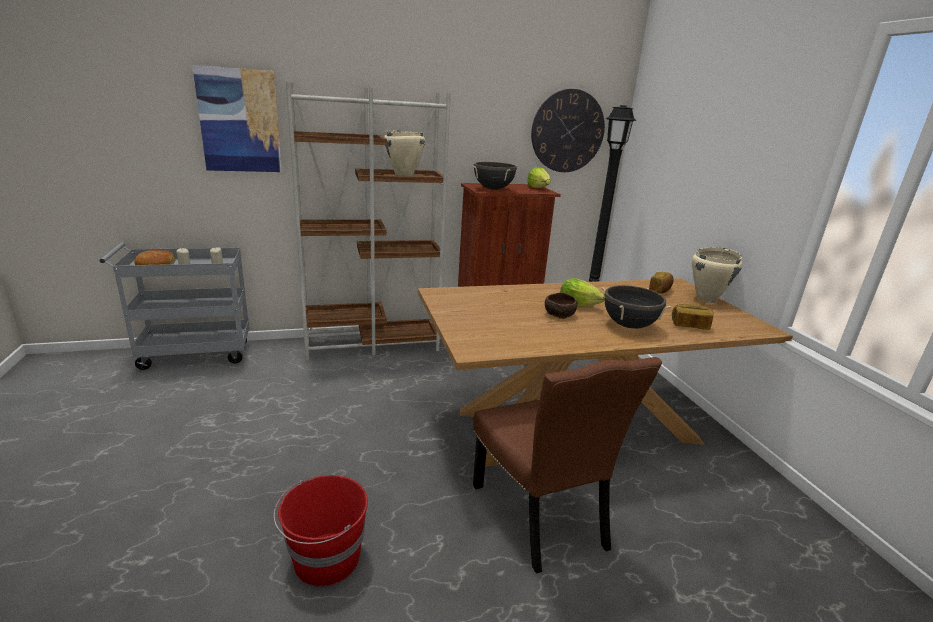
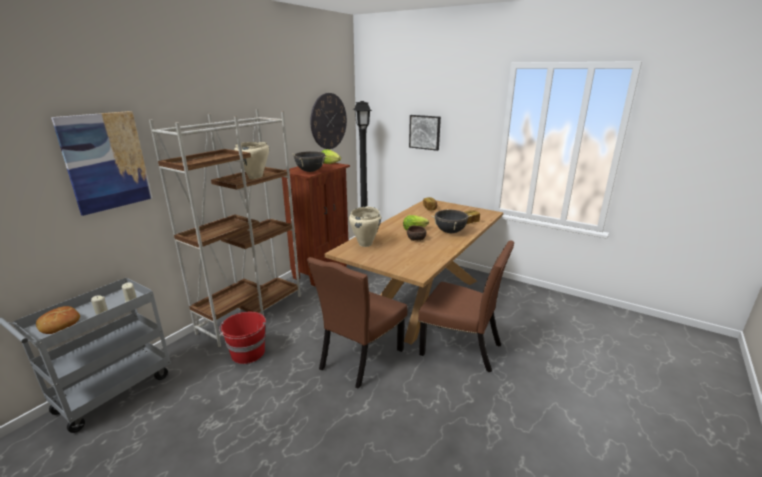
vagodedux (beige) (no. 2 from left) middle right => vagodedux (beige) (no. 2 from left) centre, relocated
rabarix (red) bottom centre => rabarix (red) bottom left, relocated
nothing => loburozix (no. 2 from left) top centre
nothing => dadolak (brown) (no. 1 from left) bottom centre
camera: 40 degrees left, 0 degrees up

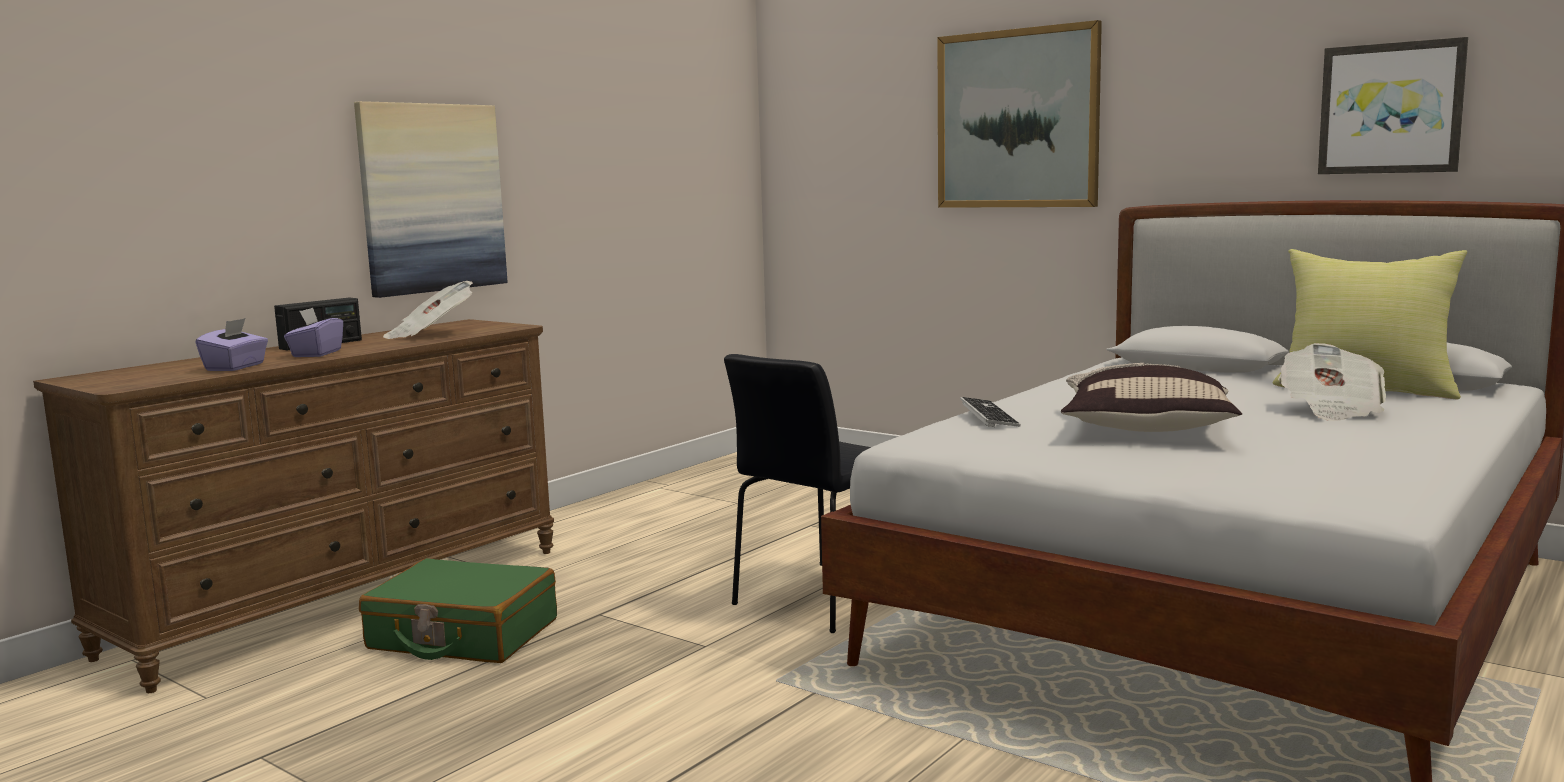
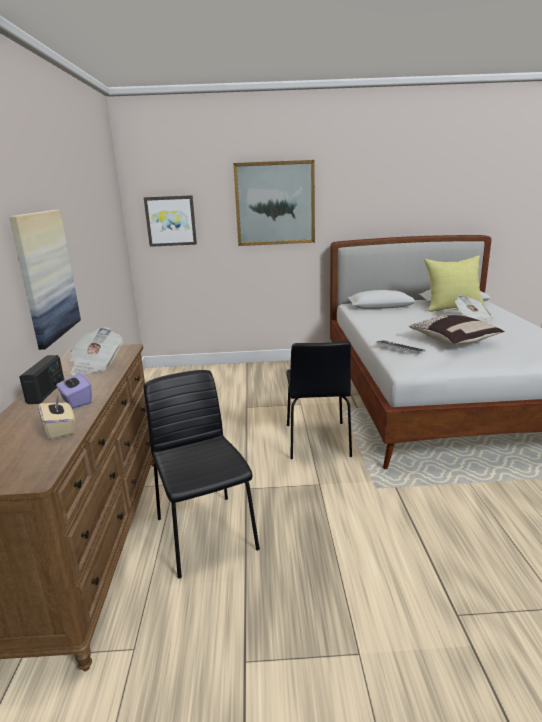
loburozix (no. 3 from left in the first image) top right => loburozix (no. 2 from left) top left, relocated
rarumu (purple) (no. 1 from left) middle left => rarumu (beige) middle left
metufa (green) bottom left => dadolak (black) (no. 1 from left) centre
camera: 40 degrees left, 10 degrees up

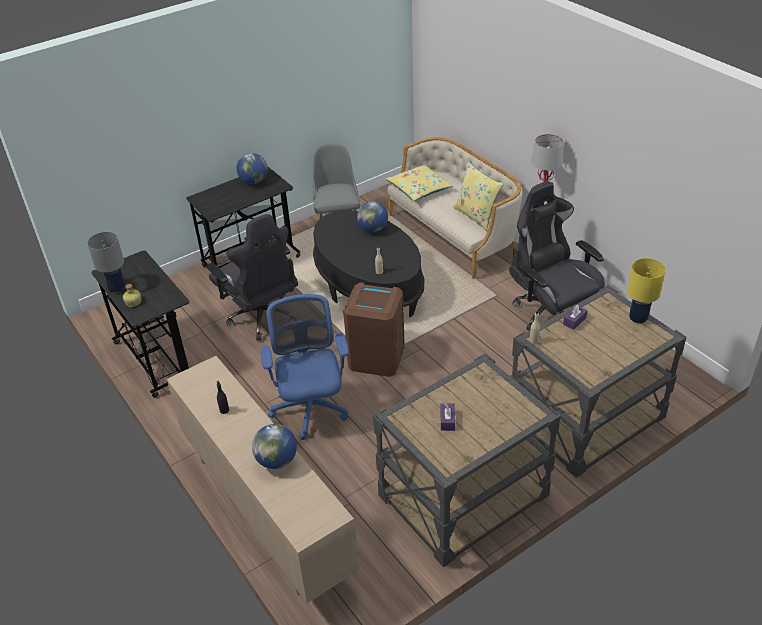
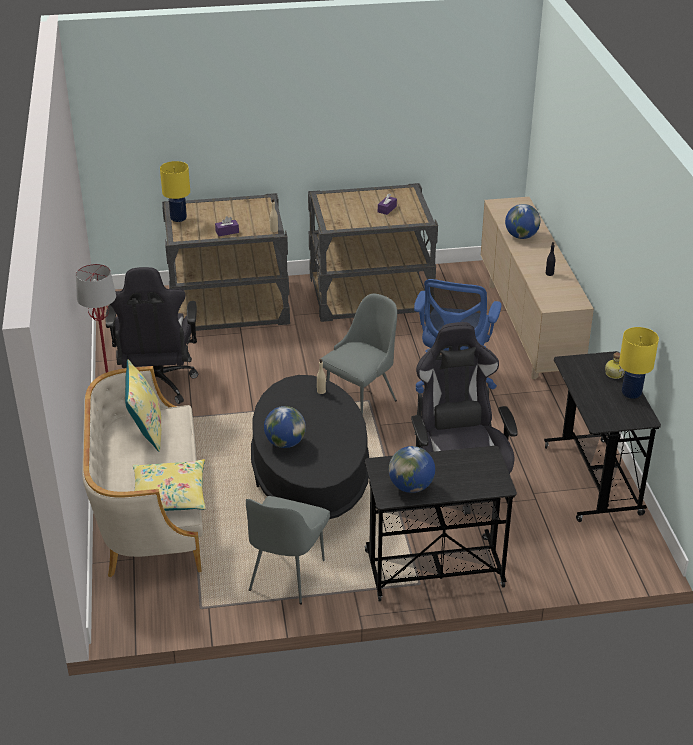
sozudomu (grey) middle left => sozudomu (yellow) (no. 2 from left) middle right
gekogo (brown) centre => dadolak (grey) (no. 2 from left) centre
camera: 155 degrees left, 5 degrees down

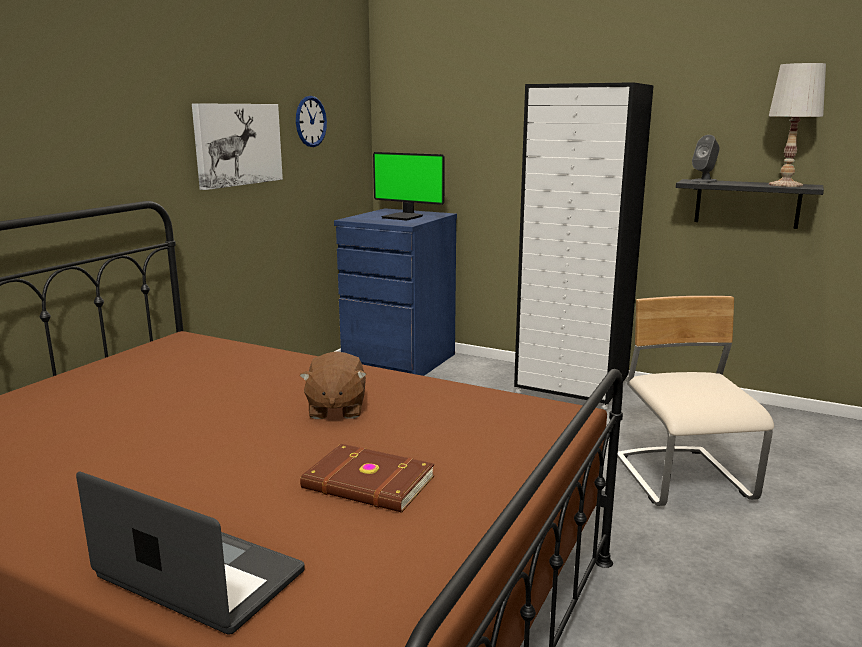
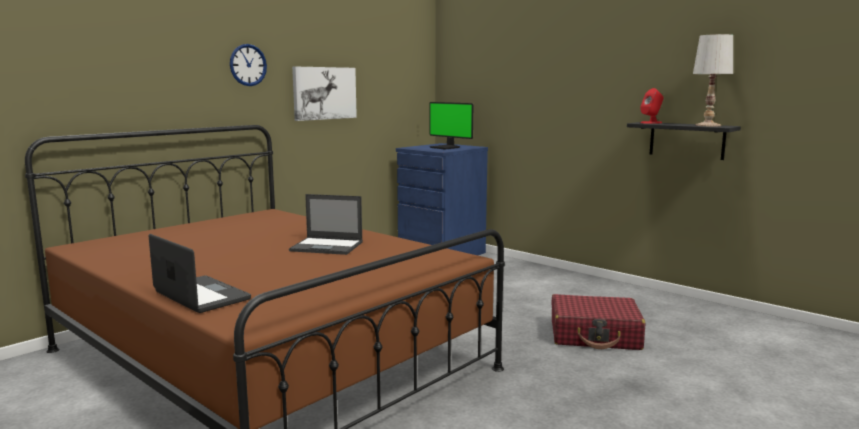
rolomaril middle right => nothing
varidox top centre => varidox top left, relocated
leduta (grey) top right => leduta (red) top right
dadolak (beige) middle right => metufa (red) bottom right
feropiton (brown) centre => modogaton (no. 2 from left) centre
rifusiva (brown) bottom centre => nothing
camera: 15 degrees right, 5 degrees down

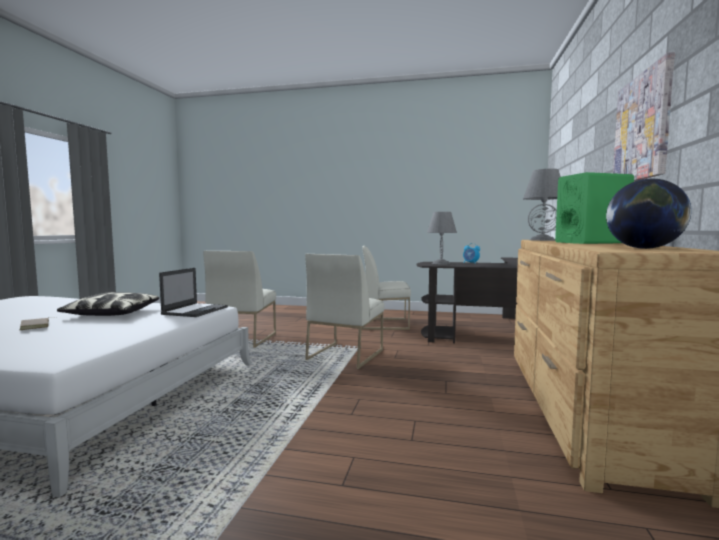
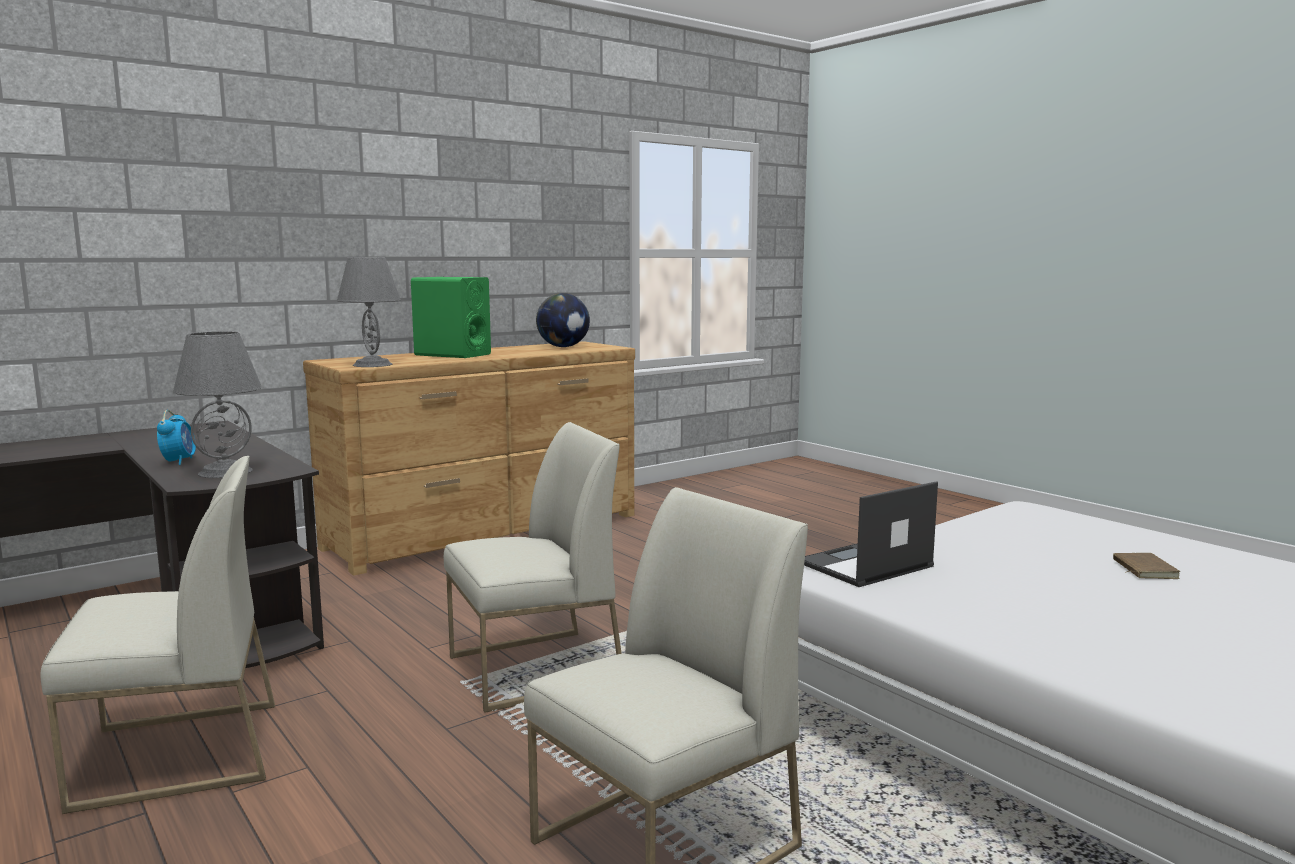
loburozix top right => nothing
dadolak (white) (no. 3 from left in the first image) centre => dadolak (white) (no. 1 from left) bottom left, 60 degrees counterclockwise
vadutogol middle left => nothing
camera: 140 degrees left, 5 degrees up

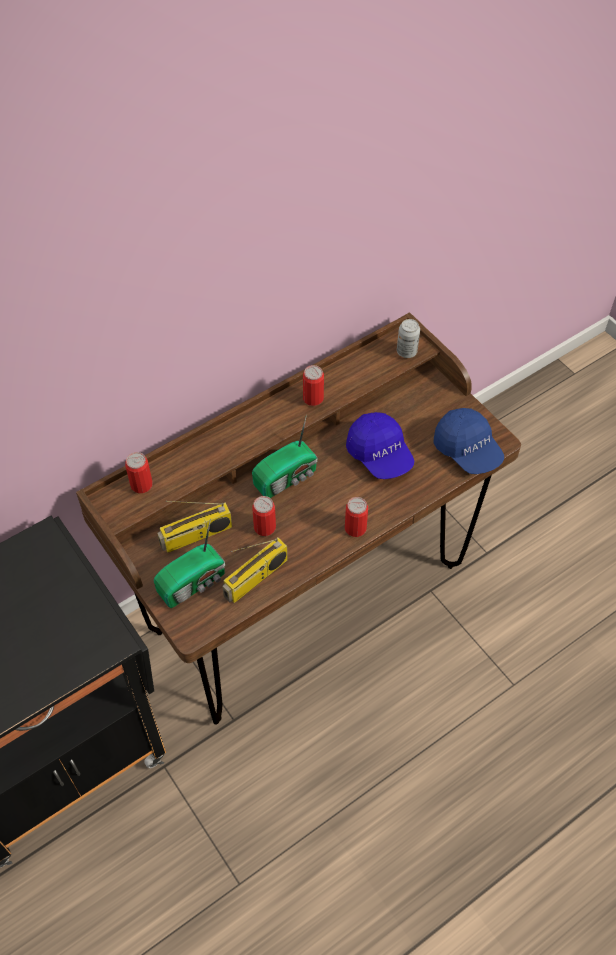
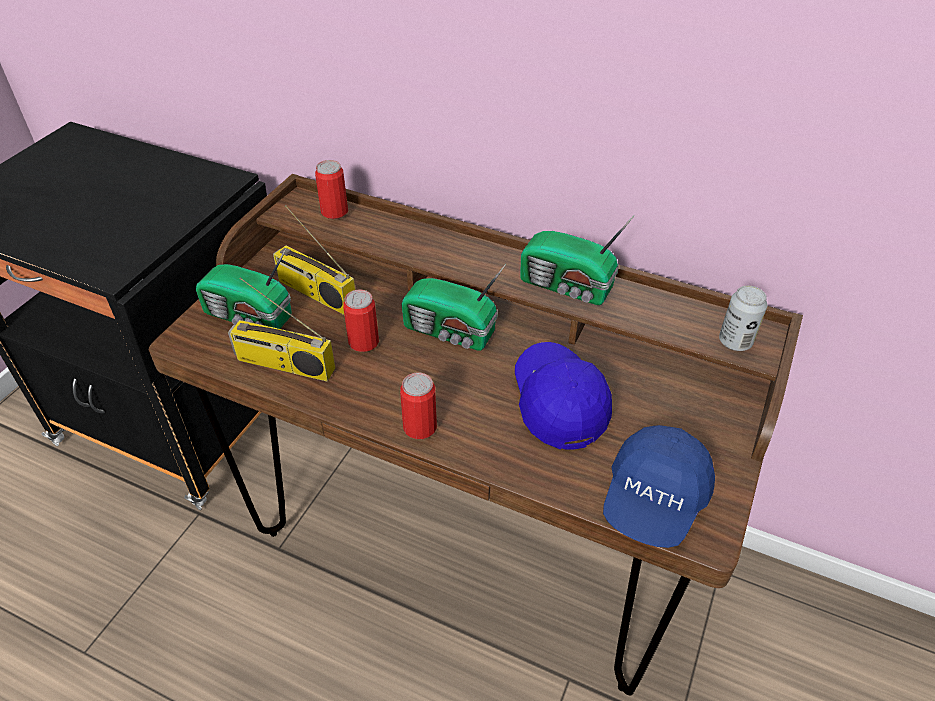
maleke (no. 3 from left) centre => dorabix (no. 5 from left) centre
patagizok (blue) (no. 1 from left) centre, 135 degrees clockwise
camera: 60 degrees right, 10 degrees down

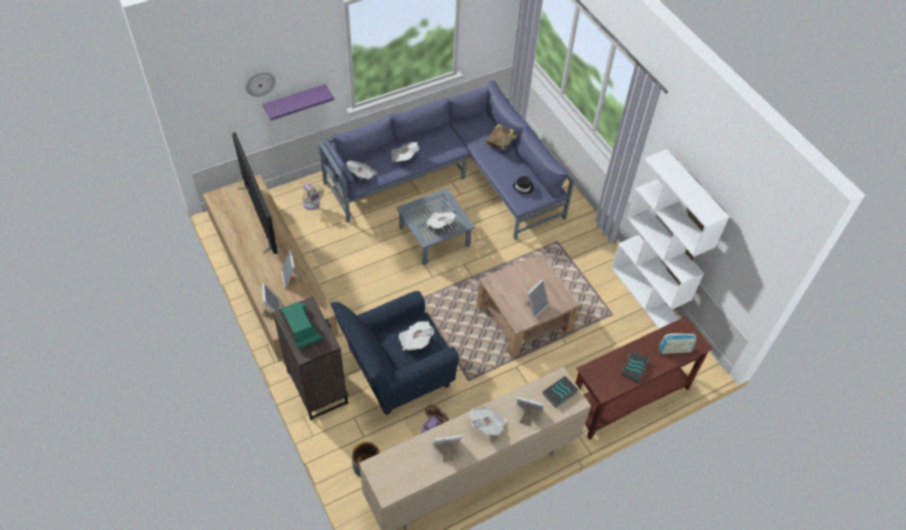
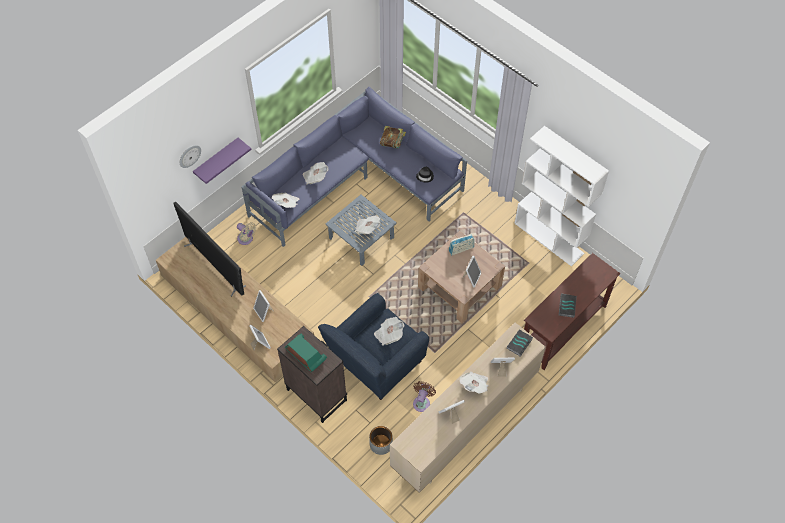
dorabix (no. 2 from left) middle right => dorabix (no. 2 from left) centre, relocated
camera: 15 degrees left, 5 degrees up

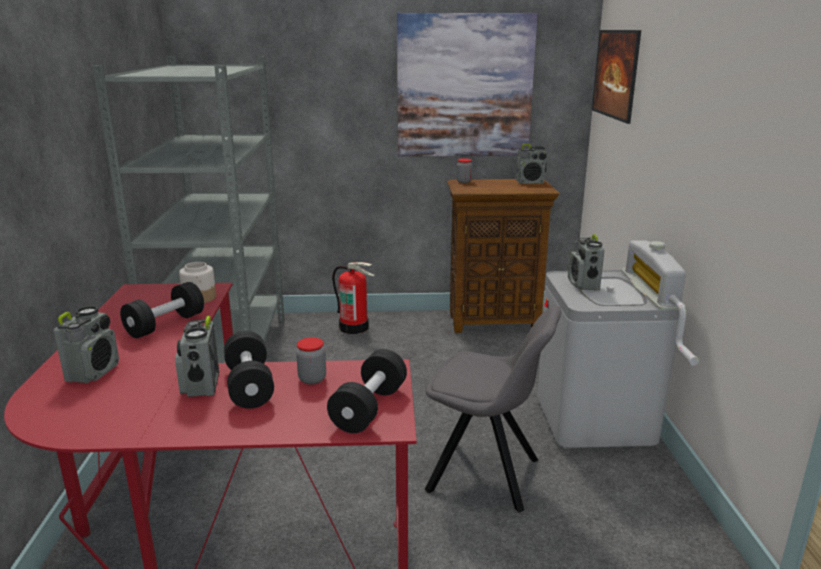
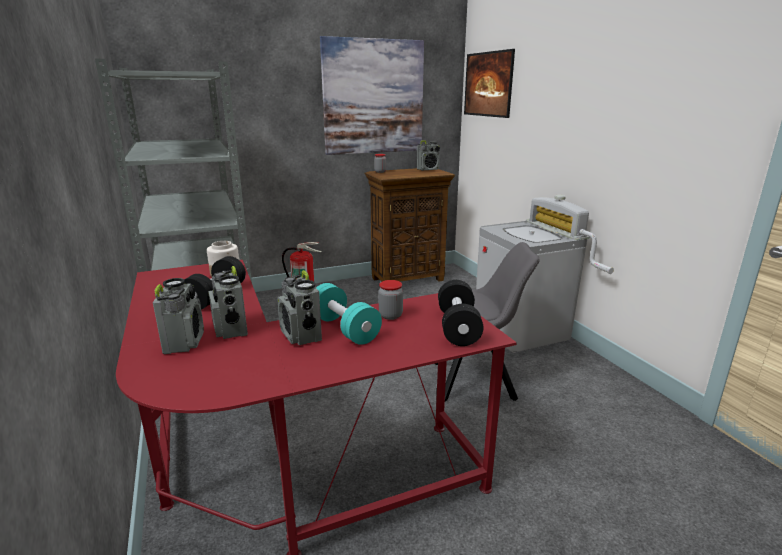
dorabix (no. 4 from left in the first image) middle right => dorabix (no. 2 from left) middle left, relocated
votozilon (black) (no. 2 from left) middle left => votozilon (turquoise) centre
camera: 20 degrees left, 0 degrees up

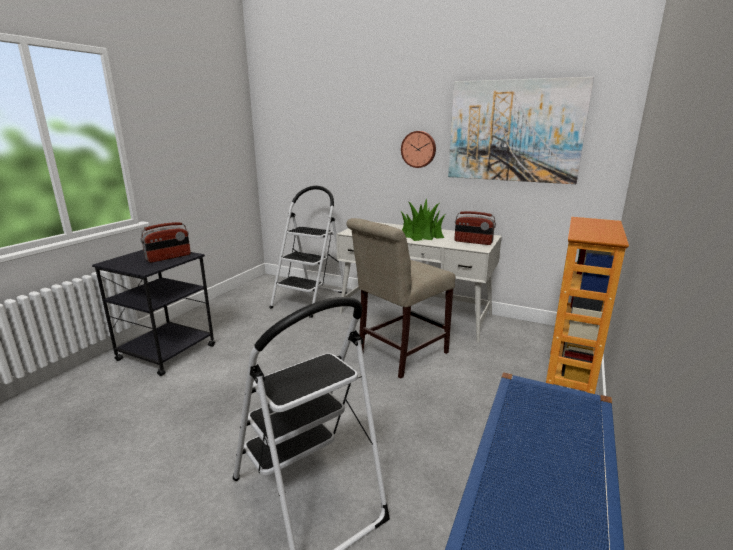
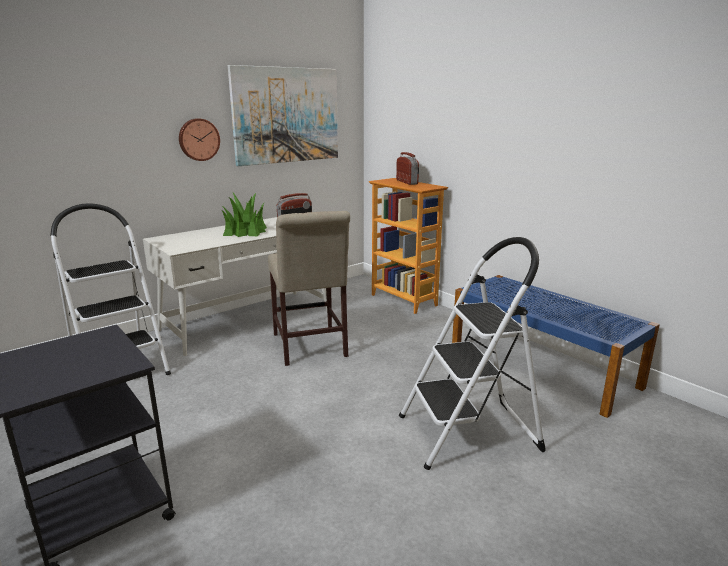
dorabix (no. 1 from left in the first image) middle left => dorabix (no. 2 from left) top centre, relocated
camera: 65 degrees left, 0 degrees up

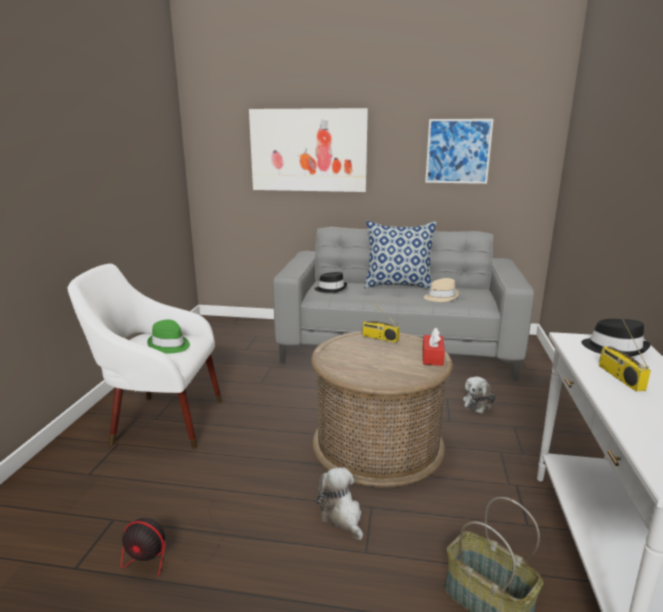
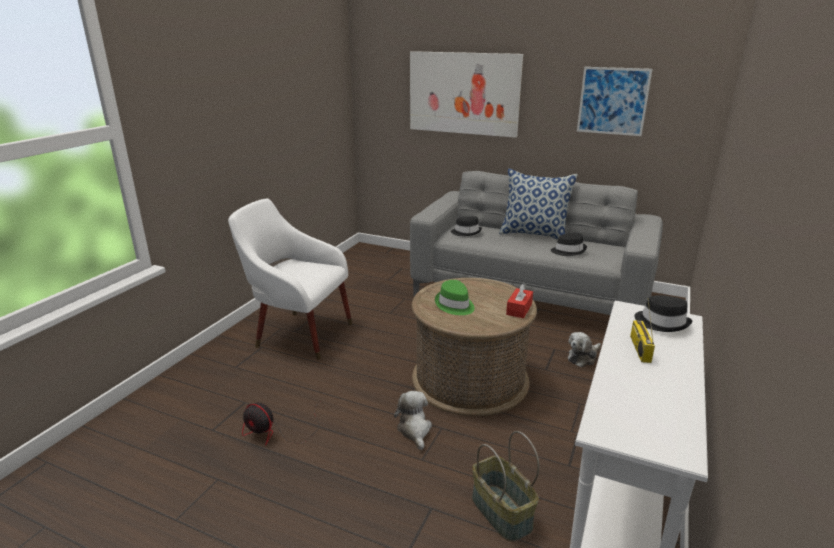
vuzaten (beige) middle right => vuzaten (black) (no. 2 from left) middle right
dorabix (no. 1 from left) centre => nothing
vuzaten (green) middle left => vuzaten (green) centre, relocated
camera: 15 degrees right, 5 degrees up

